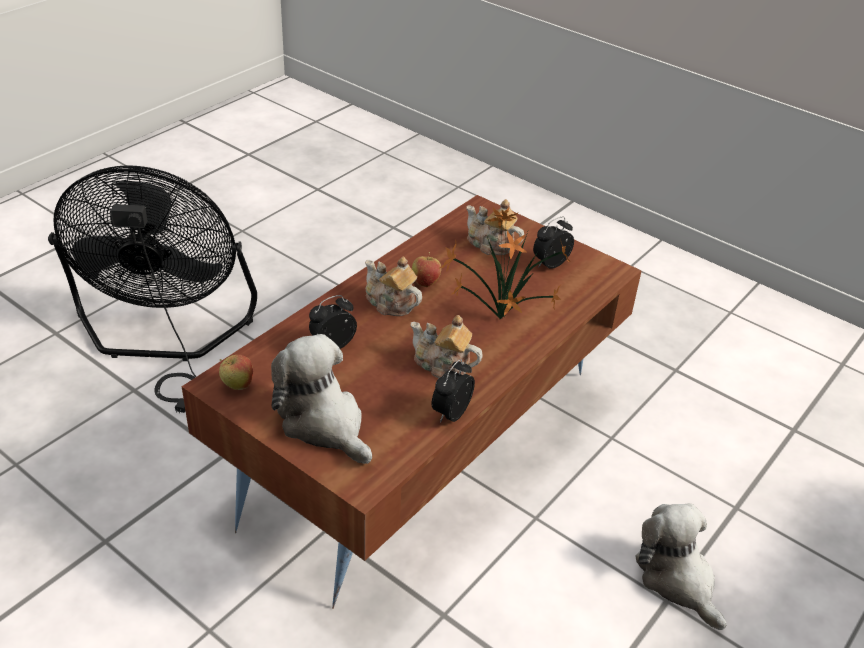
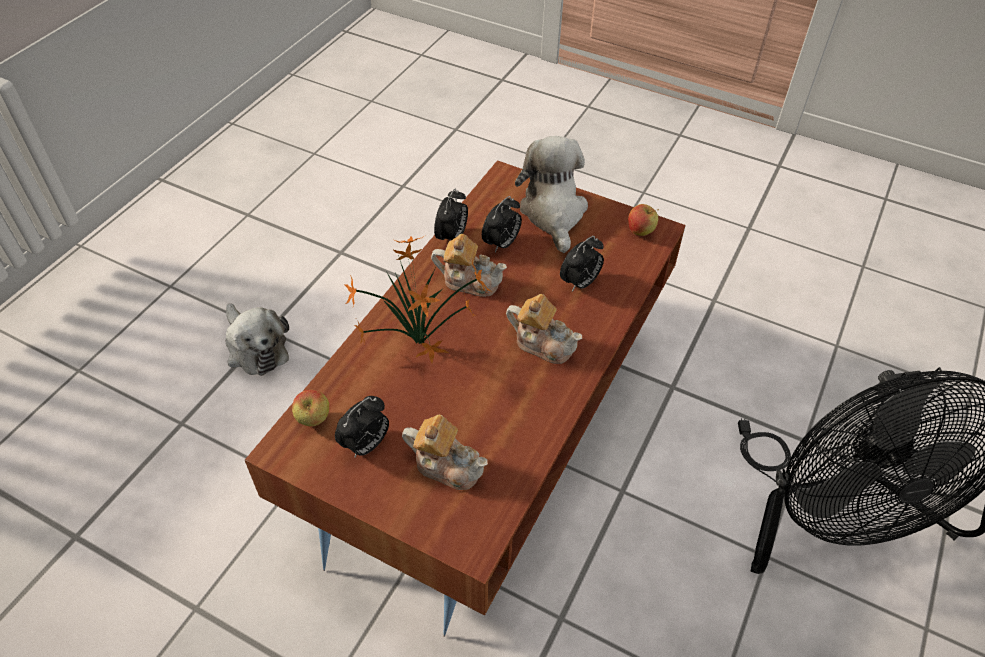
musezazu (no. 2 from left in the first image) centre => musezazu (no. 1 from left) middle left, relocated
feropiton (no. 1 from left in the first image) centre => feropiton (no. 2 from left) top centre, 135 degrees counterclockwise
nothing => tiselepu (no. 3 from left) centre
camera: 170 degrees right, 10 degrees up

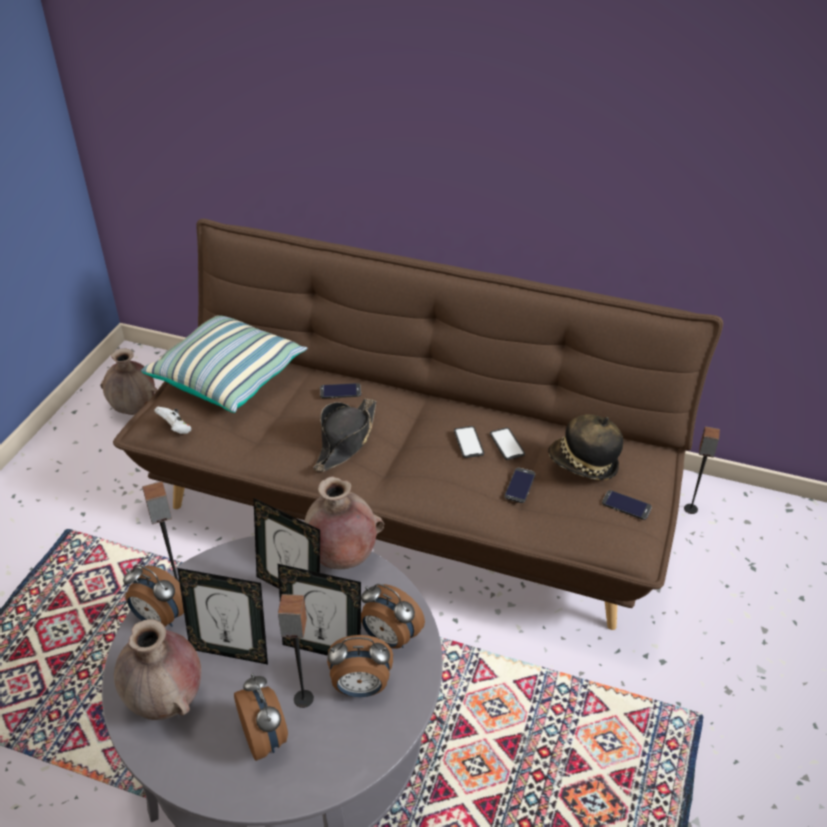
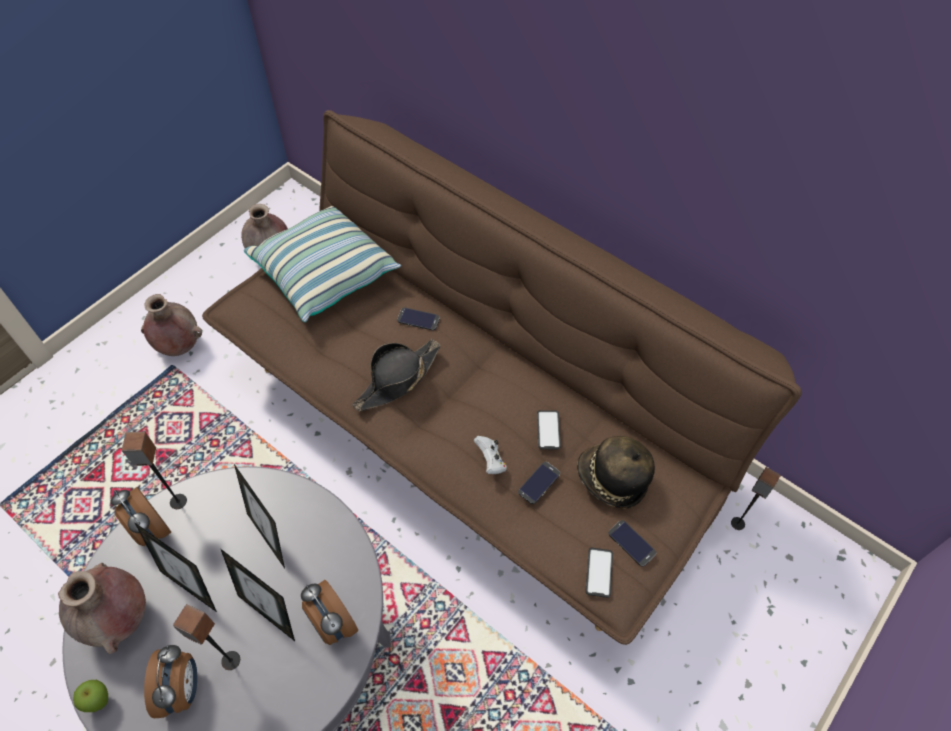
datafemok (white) middle left => datafemok (white) centre, relocated
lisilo (no. 2 from left in the first image) centre => lisilo (no. 4 from left) bottom centre, relocated
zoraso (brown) (no. 3 from left in the first image) centre => zoraso (brown) (no. 2 from left) middle left, relocated
tiselepu (no. 3 from left) bottom centre => nothing
nothing => musezazu bottom left
camera: 20 degrees right, 15 degrees up

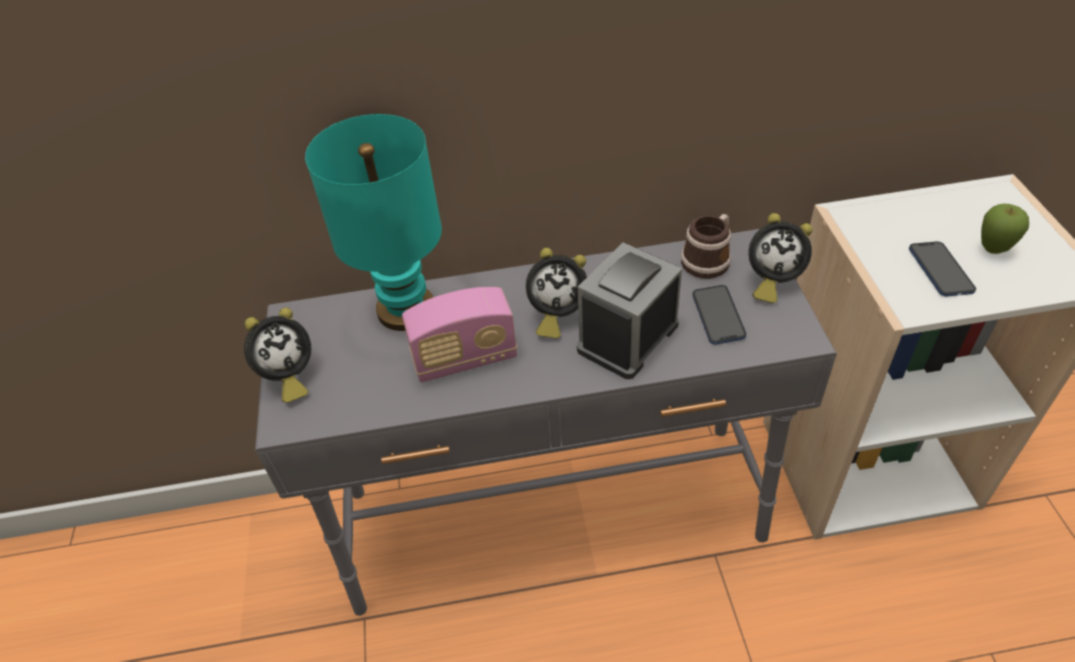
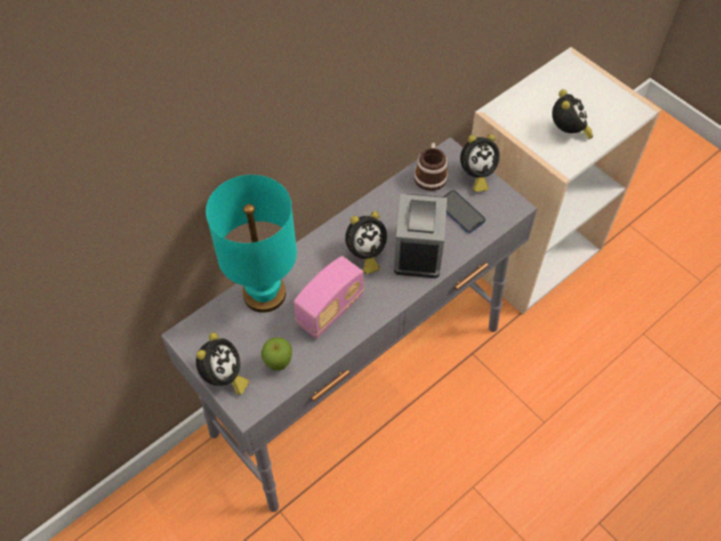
musezazu middle right => musezazu centre, relocated
lisilo (no. 2 from left) middle right => tiselepu (no. 5 from left) top right
camera: 35 degrees left, 10 degrees up

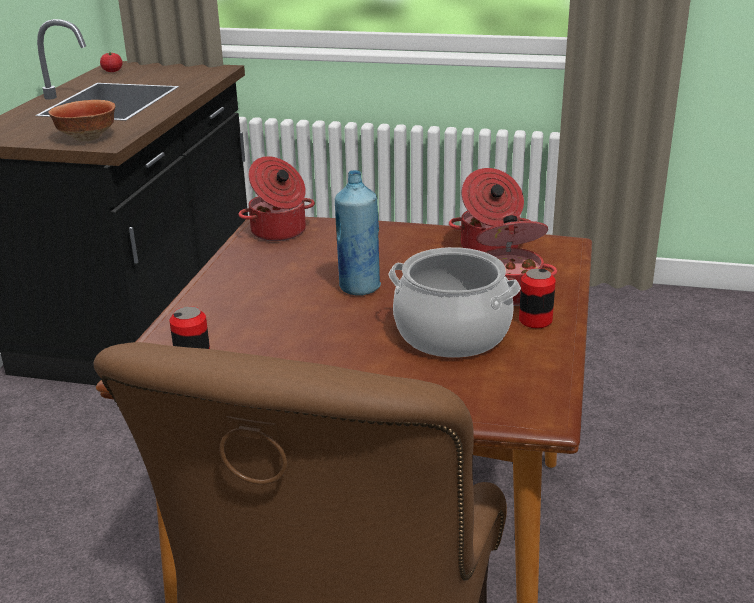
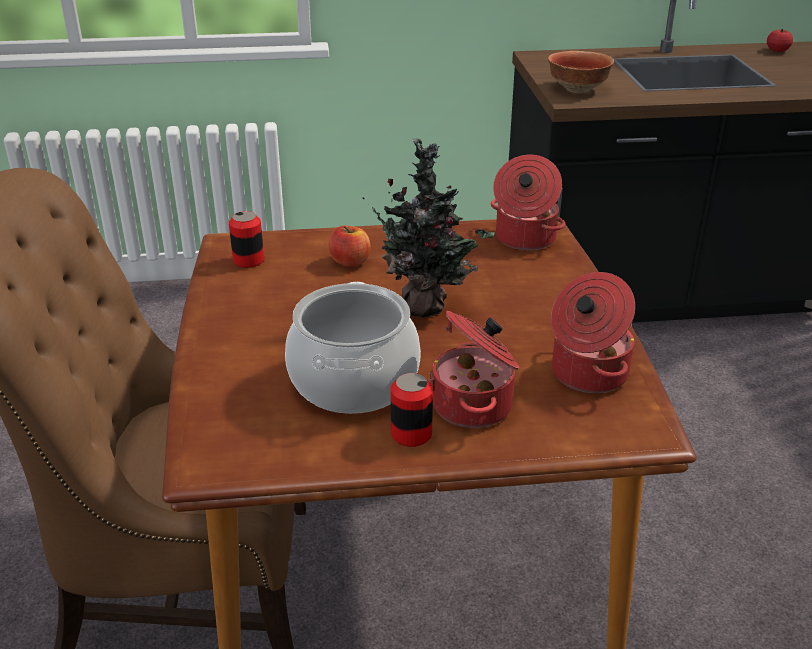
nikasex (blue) centre => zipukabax centre
nothing => musezazu centre
camera: 70 degrees right, 5 degrees up

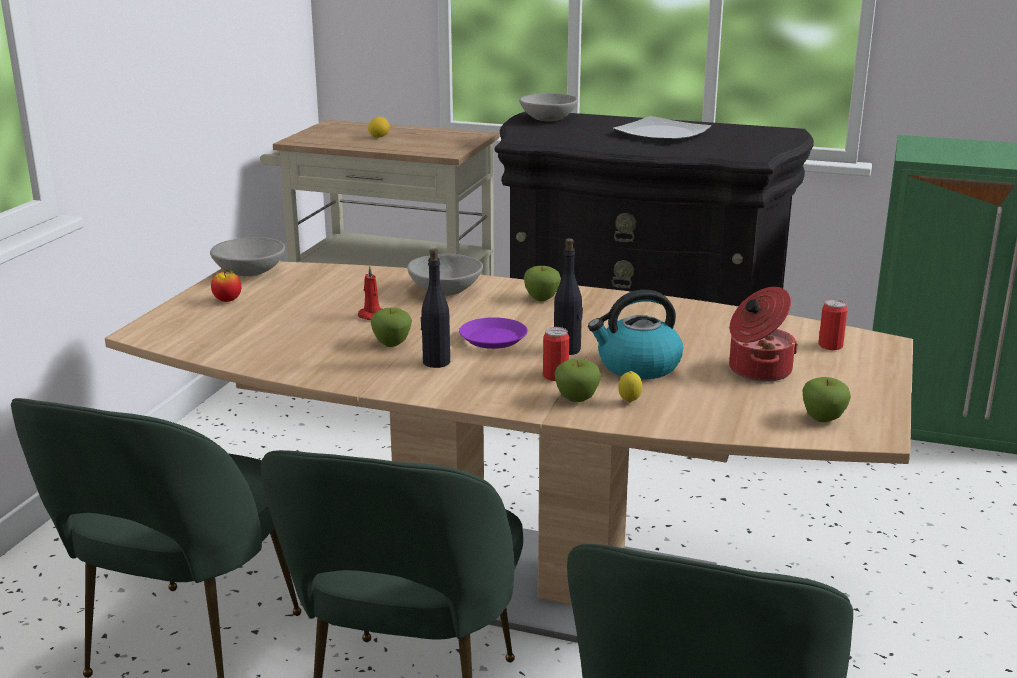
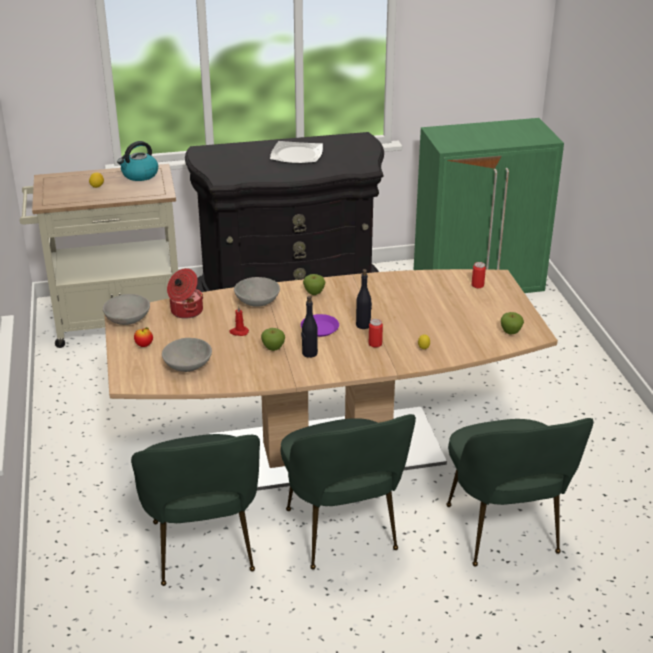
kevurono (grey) (no. 3 from left in the first image) top centre => kevurono (grey) (no. 2 from left) middle left, relocated
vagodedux middle right => vagodedux middle left, relocated
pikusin centre => pikusin top left, relocated
musezazu (no. 4 from left) centre => nothing
camera: 30 degrees left, 10 degrees up

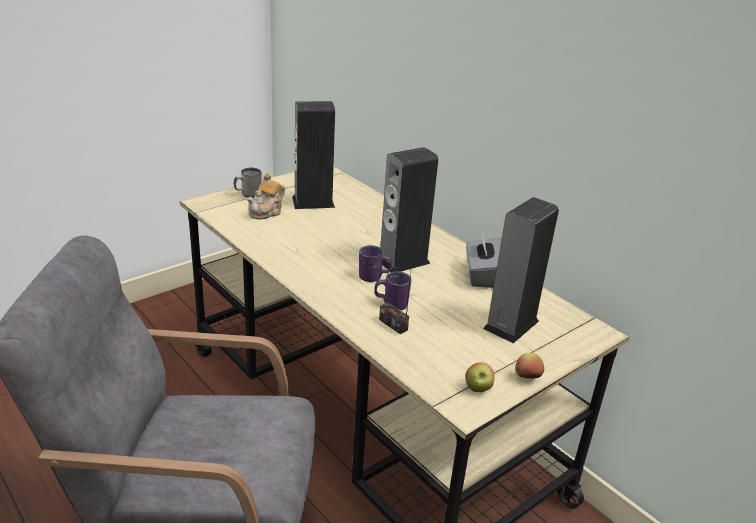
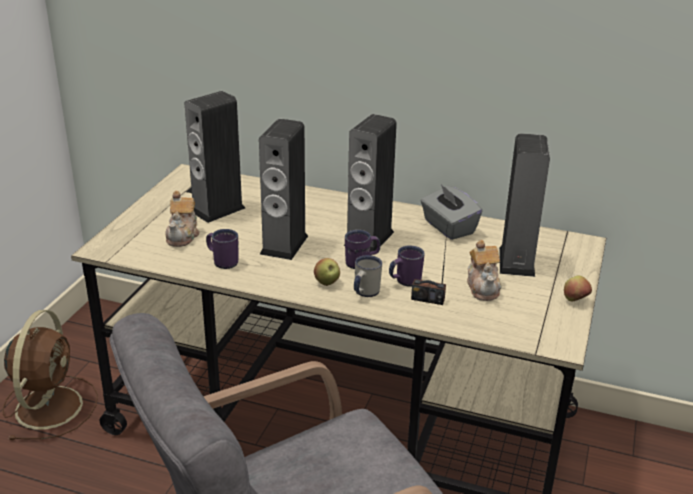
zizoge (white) middle left => zizoge (white) centre, relocated
musezazu (no. 1 from left) bottom centre => musezazu (no. 1 from left) centre, relocated
nothing => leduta (no. 2 from left) centre
nothing => zizoge (purple) (no. 1 from left) middle left
nothing => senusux (no. 2 from left) middle right
nothing => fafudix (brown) bottom left
camera: 30 degrees left, 0 degrees up

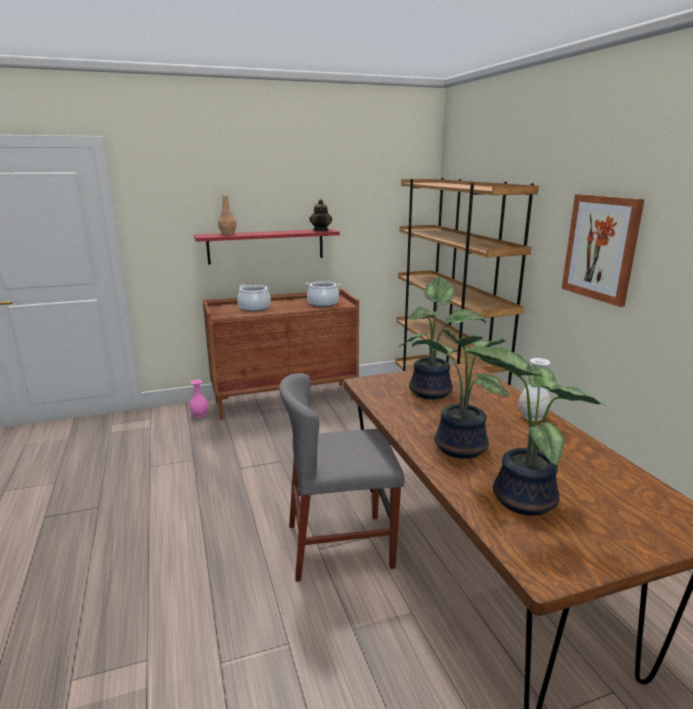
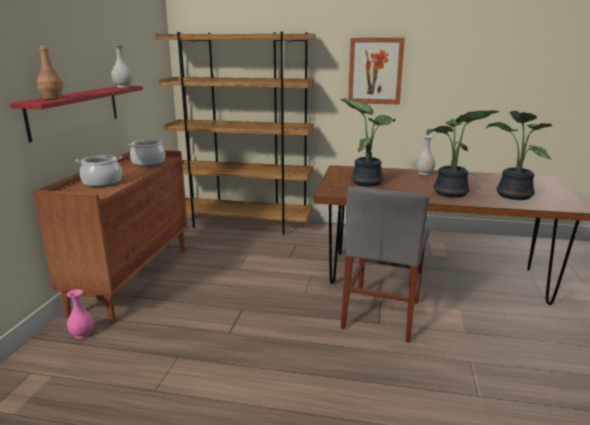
senusux top centre => zoraso (white) (no. 1 from left) top left
camera: 60 degrees left, 0 degrees up

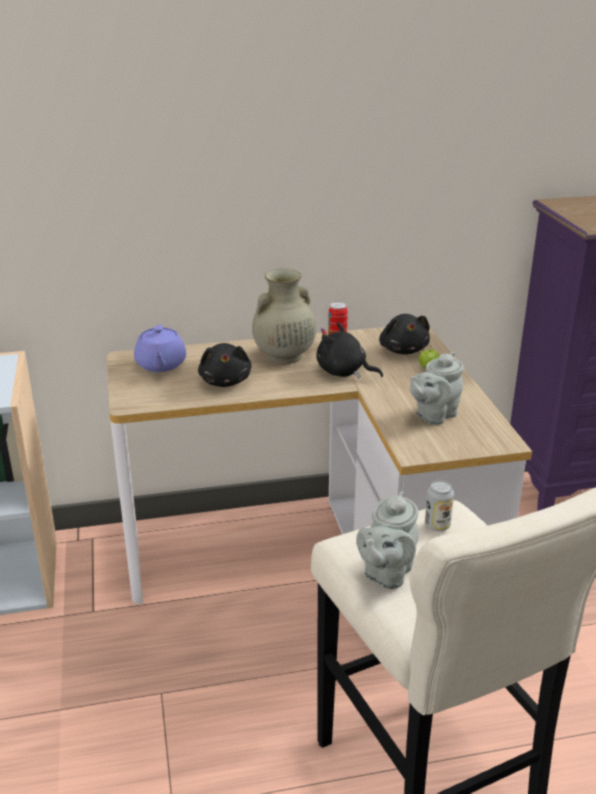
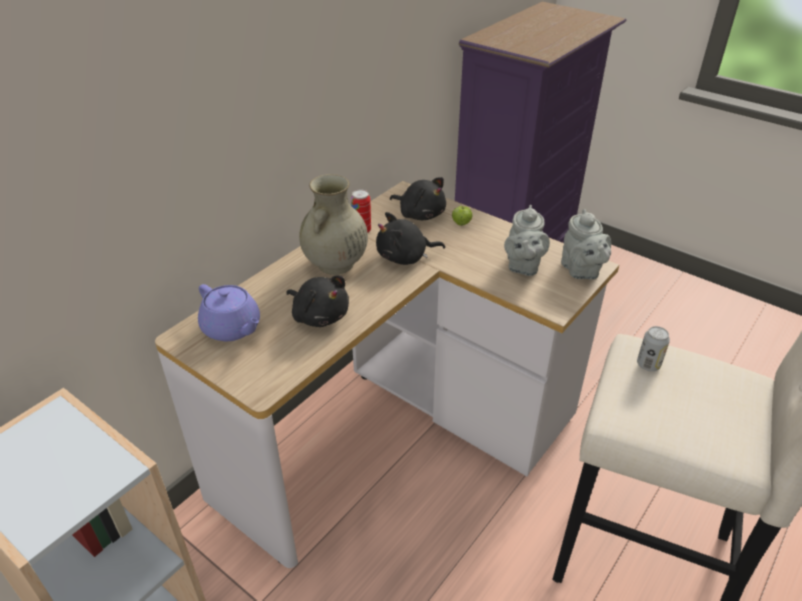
senusux (grey) (no. 1 from left in the first image) bottom centre => senusux (grey) (no. 2 from left) middle right, relocated
camera: 40 degrees left, 10 degrees up

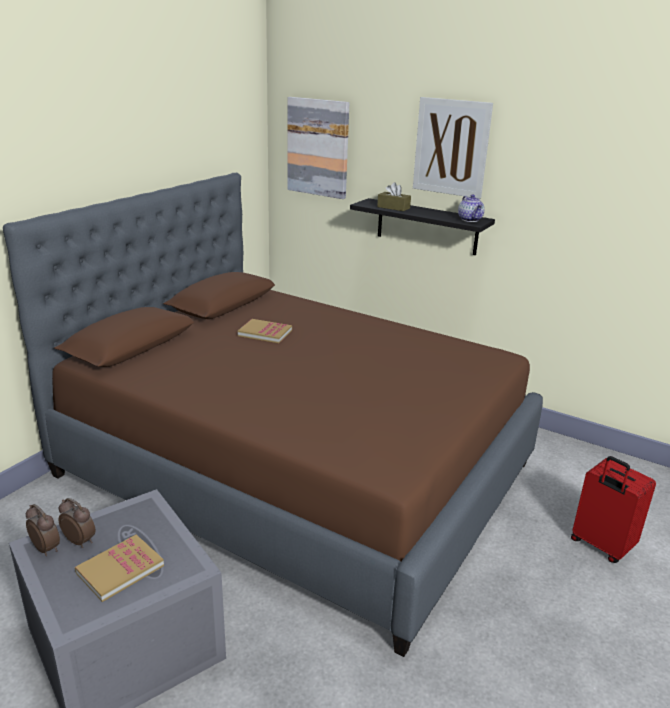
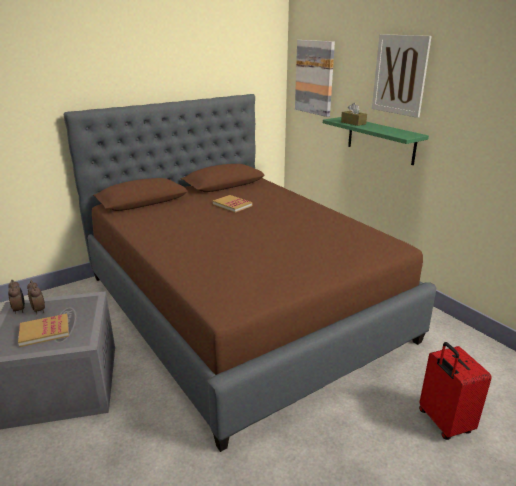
senusux top right => nothing
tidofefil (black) top centre => tidofefil (green) top right
camera: 25 degrees right, 0 degrees up

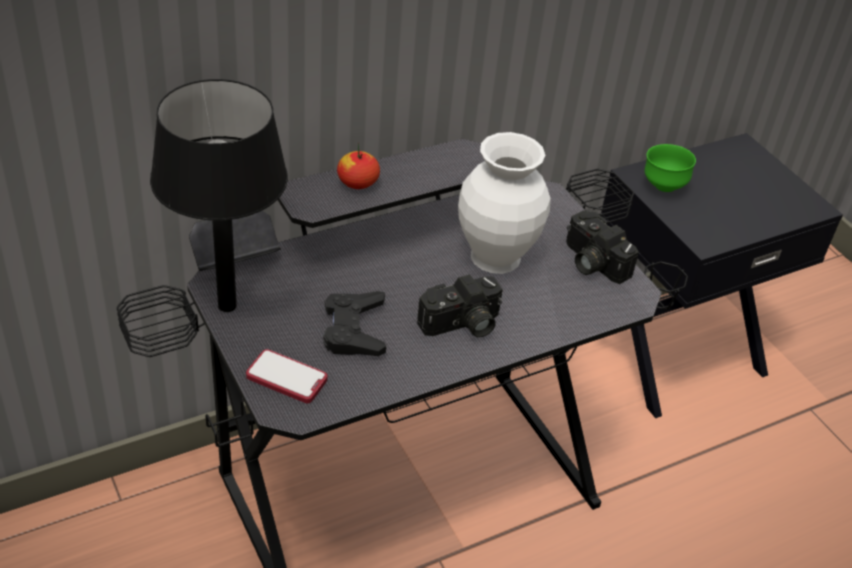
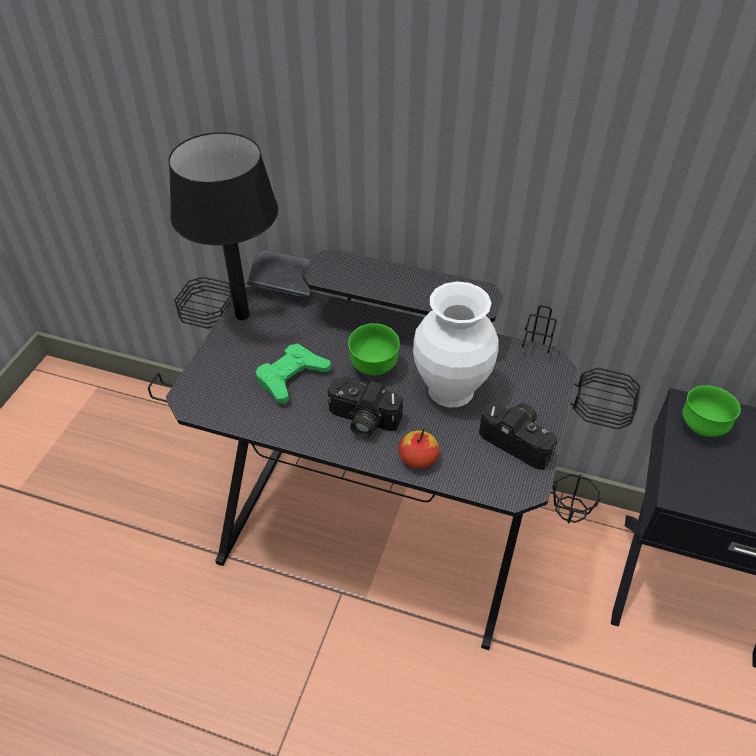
musezazu top centre => musezazu centre, relocated
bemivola (no. 2 from left) middle right, 120 degrees clockwise
datafemok (black) centre => datafemok (green) centre
lisilo centre => nothing
nothing => kevurono (green) (no. 1 from left) centre
camera: 50 degrees right, 5 degrees up

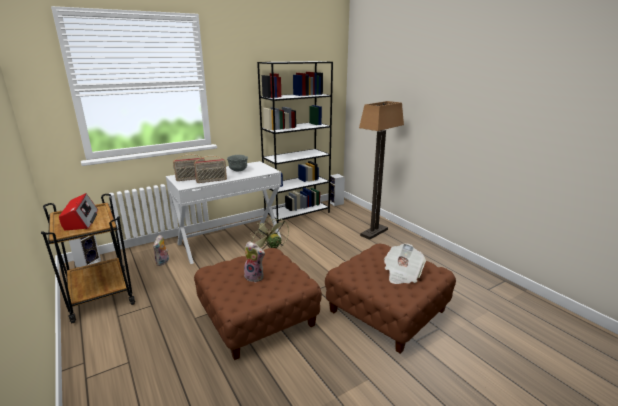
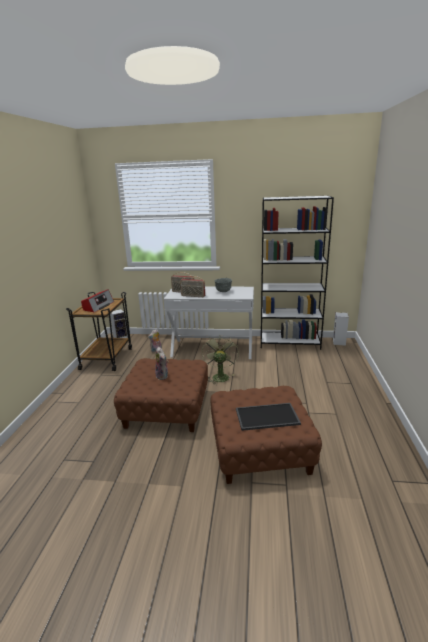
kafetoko centre => nothing
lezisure centre => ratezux centre
camera: 40 degrees right, 0 degrees up

